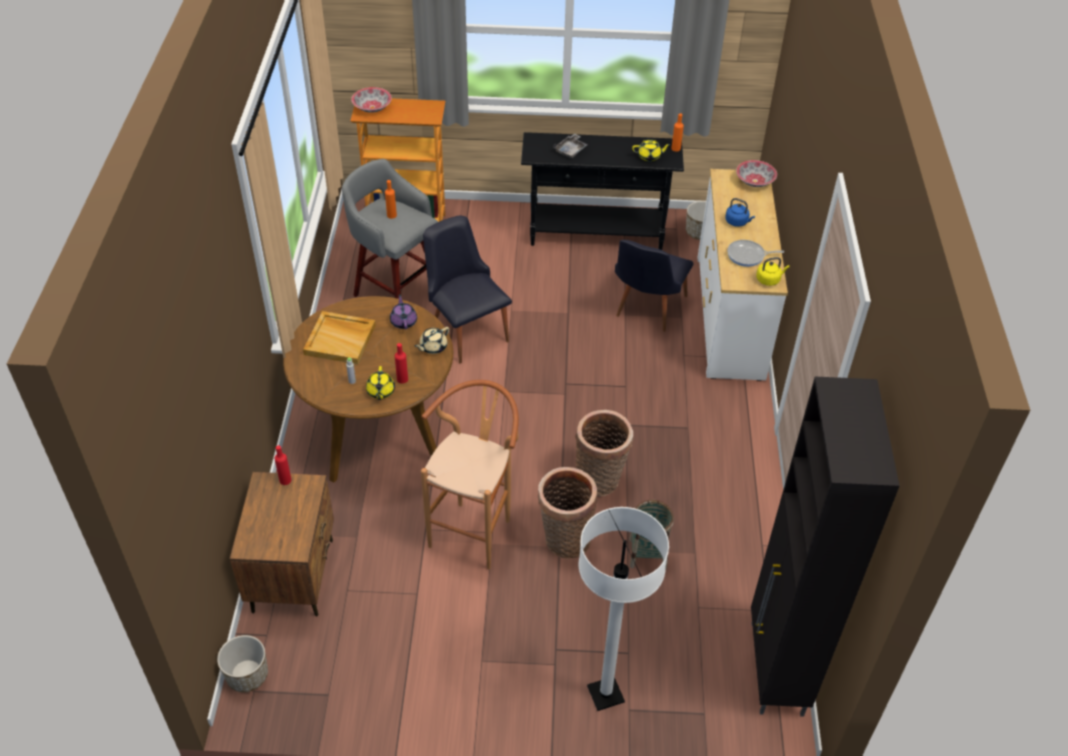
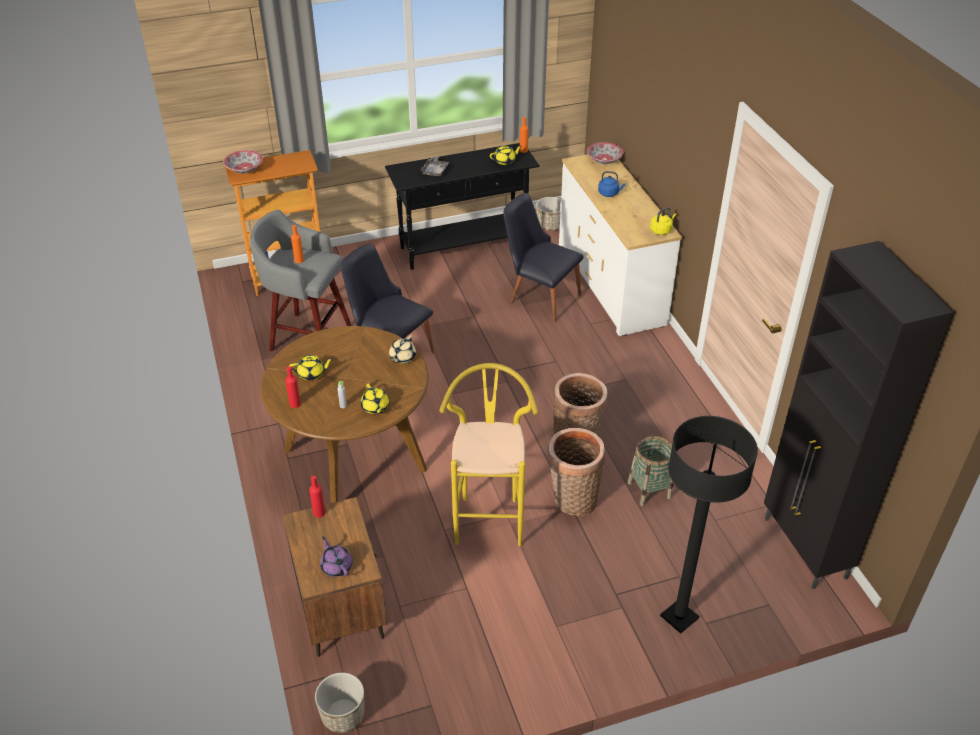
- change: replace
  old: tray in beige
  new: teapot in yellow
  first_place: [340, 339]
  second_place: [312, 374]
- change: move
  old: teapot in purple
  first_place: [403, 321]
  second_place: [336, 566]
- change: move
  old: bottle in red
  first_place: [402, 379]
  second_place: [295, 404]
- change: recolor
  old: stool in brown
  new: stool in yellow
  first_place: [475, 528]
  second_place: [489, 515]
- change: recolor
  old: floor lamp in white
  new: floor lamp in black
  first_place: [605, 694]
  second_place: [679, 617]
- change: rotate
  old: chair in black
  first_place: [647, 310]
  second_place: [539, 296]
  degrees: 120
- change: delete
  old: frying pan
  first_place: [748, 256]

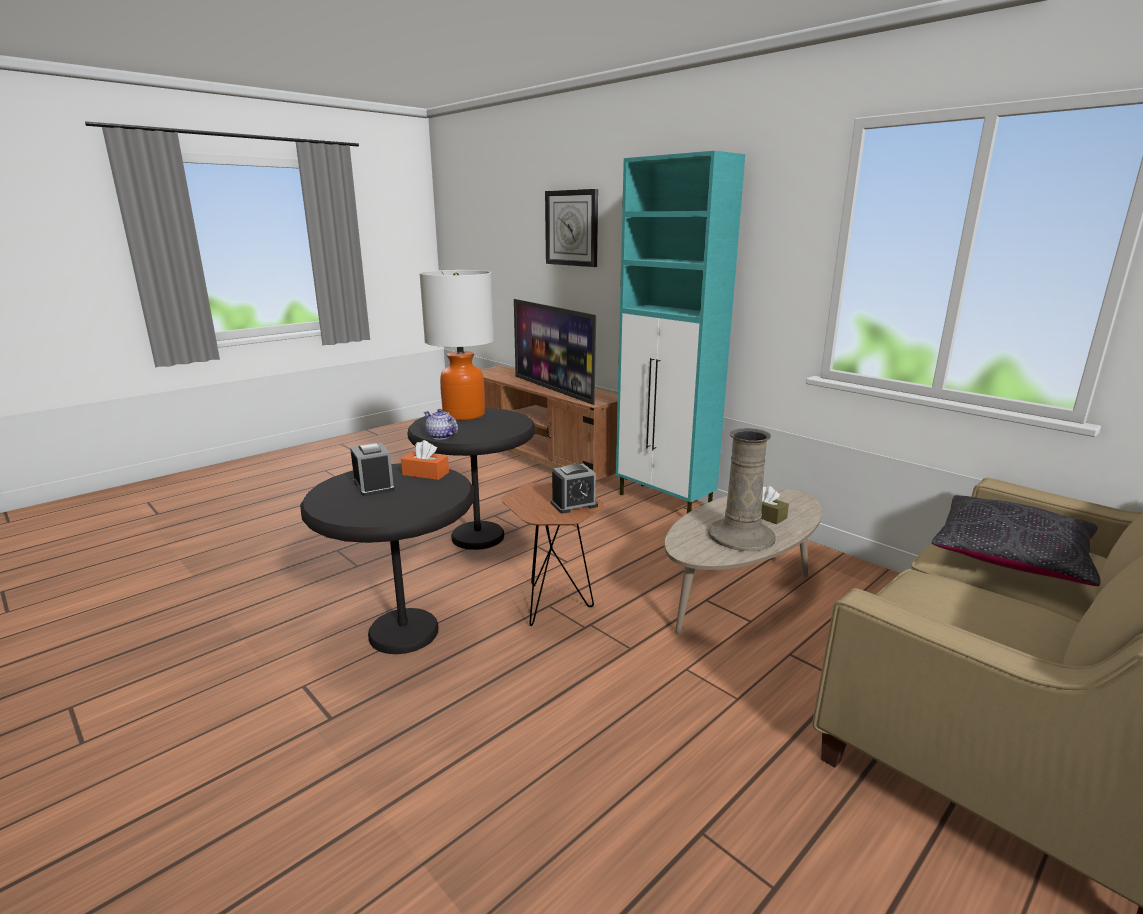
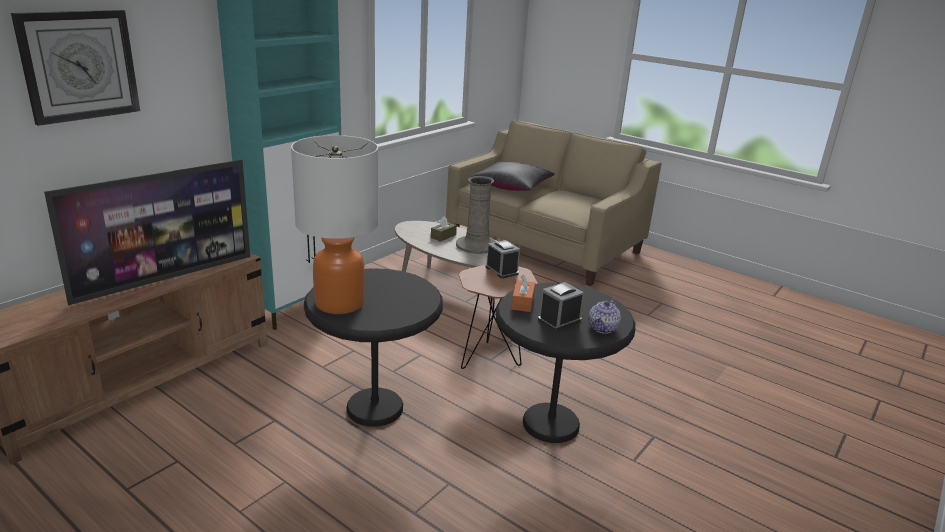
- change: move
  old: teapot
  first_place: [441, 436]
  second_place: [603, 328]

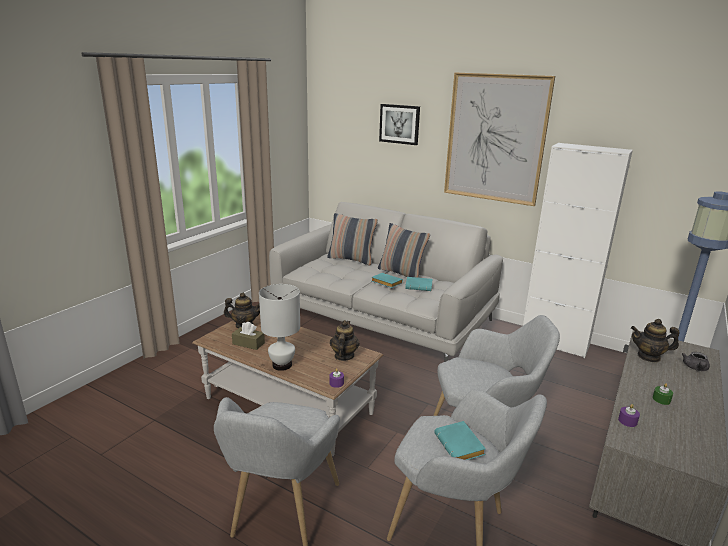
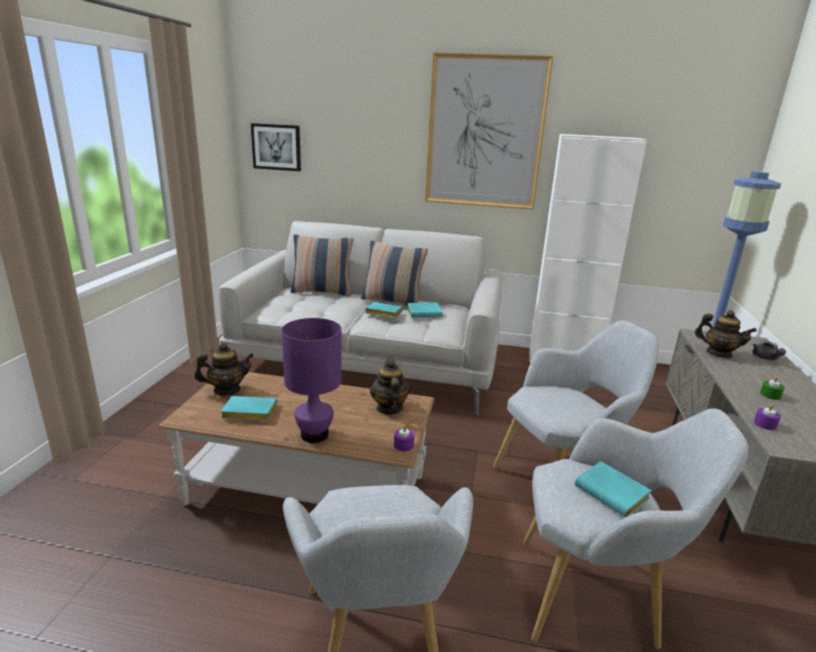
- change: replace
  old: tissue box in brown
  new: book in turquoise
  first_place: [248, 343]
  second_place: [248, 413]
- change: recolor
  old: table lamp in white
  new: table lamp in purple
  first_place: [282, 365]
  second_place: [314, 434]
- change: move
  old: picture
  first_place: [399, 124]
  second_place: [276, 147]
- change: rotate
  old: teapot
  first_place: [649, 356]
  second_place: [718, 353]
  degrees: -135

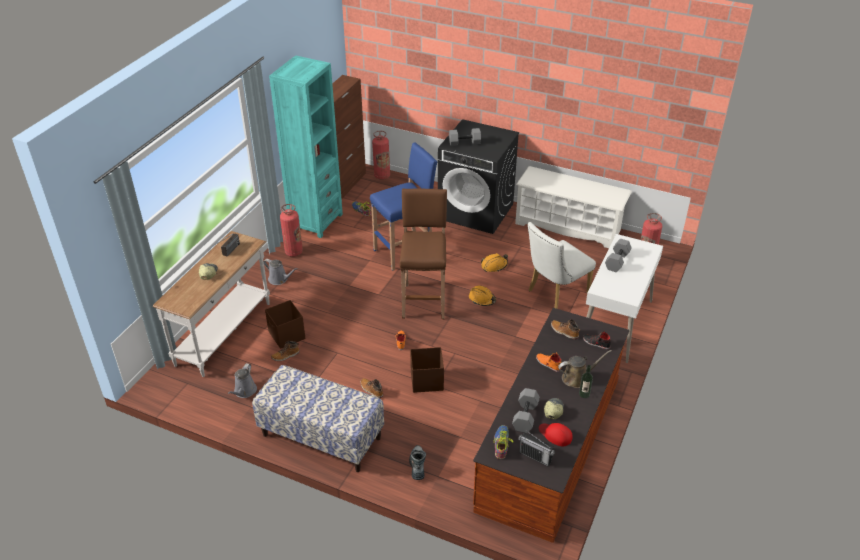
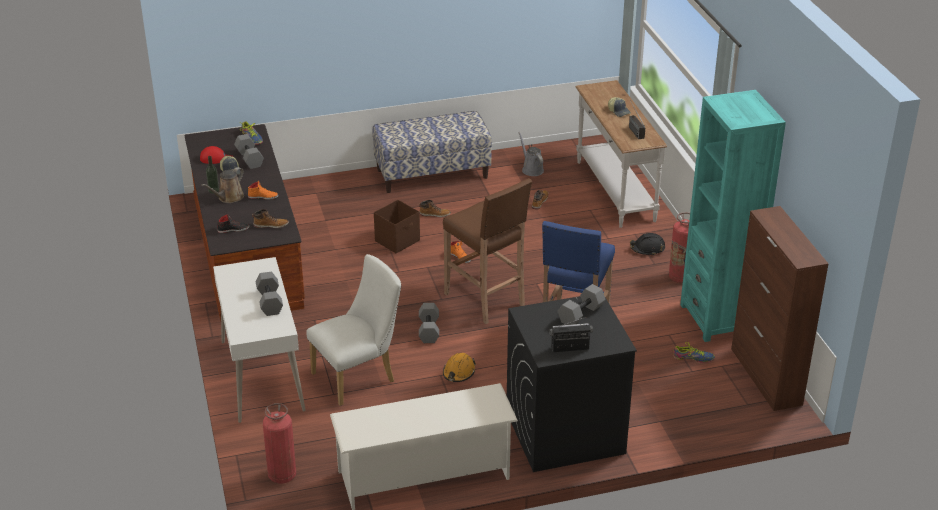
- change: replace
  old: watering can in grey
  new: hard hat in black
  first_place: [279, 279]
  second_place: [647, 249]
- change: delete
  old: storage box in brown
  first_place: [287, 336]
- change: delete
  old: fire extinguisher
  first_place: [382, 176]
- change: delete
  old: boot
  first_place: [417, 465]
- change: replace
  old: hard hat in orange
  new: dumbbell in grey
  first_place: [482, 299]
  second_place: [429, 330]
- change: move
  old: radio
  first_place: [535, 456]
  second_place: [570, 348]
- change: rotate
  old: chair in white
  first_place: [554, 293]
  second_place: [359, 376]
  degrees: 45

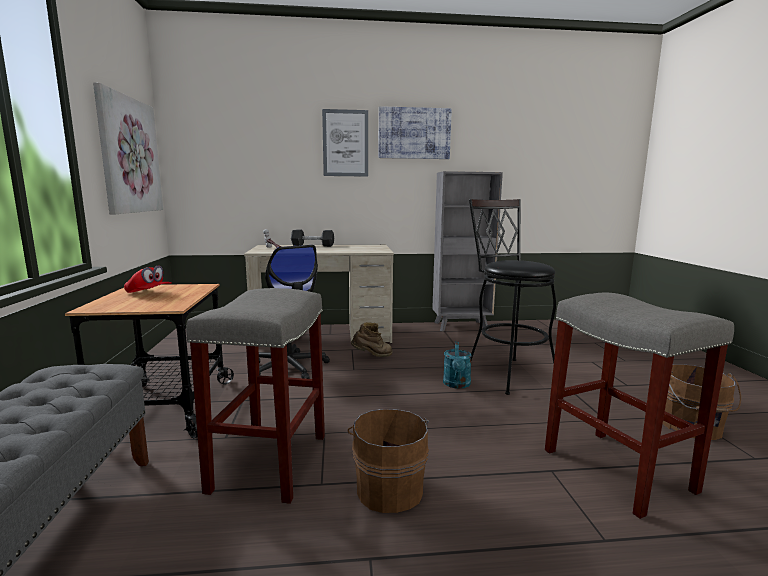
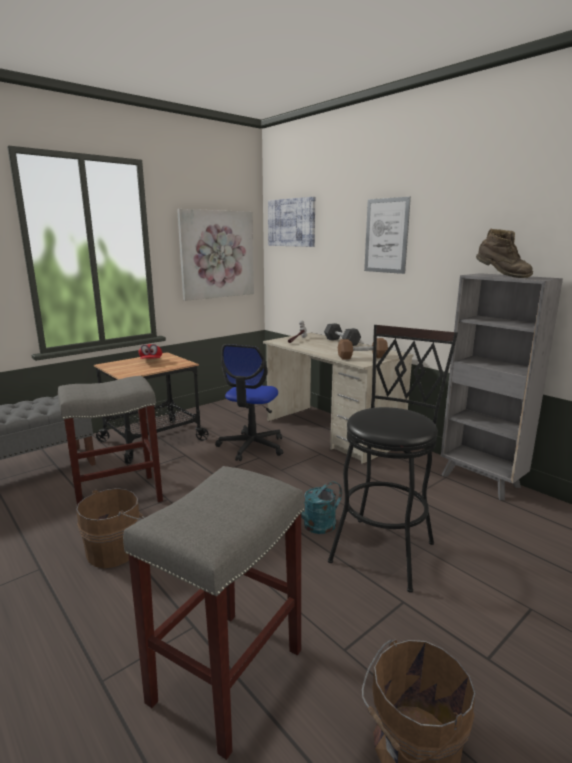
- change: move
  old: boot in brown
  first_place: [372, 356]
  second_place: [501, 276]
- change: move
  old: picture
  first_place: [414, 133]
  second_place: [291, 222]
- change: insert
  new: dumbbell in brown
  second_place: [362, 357]

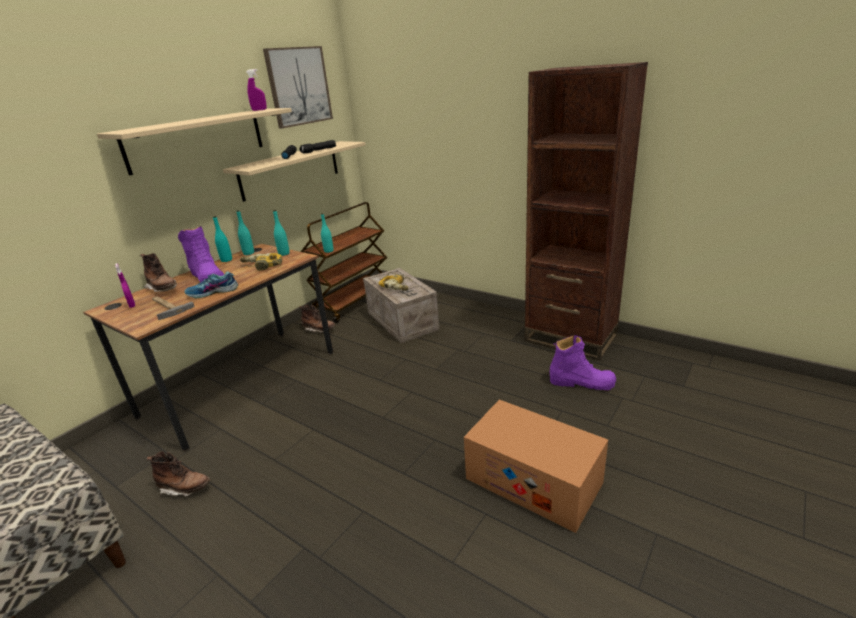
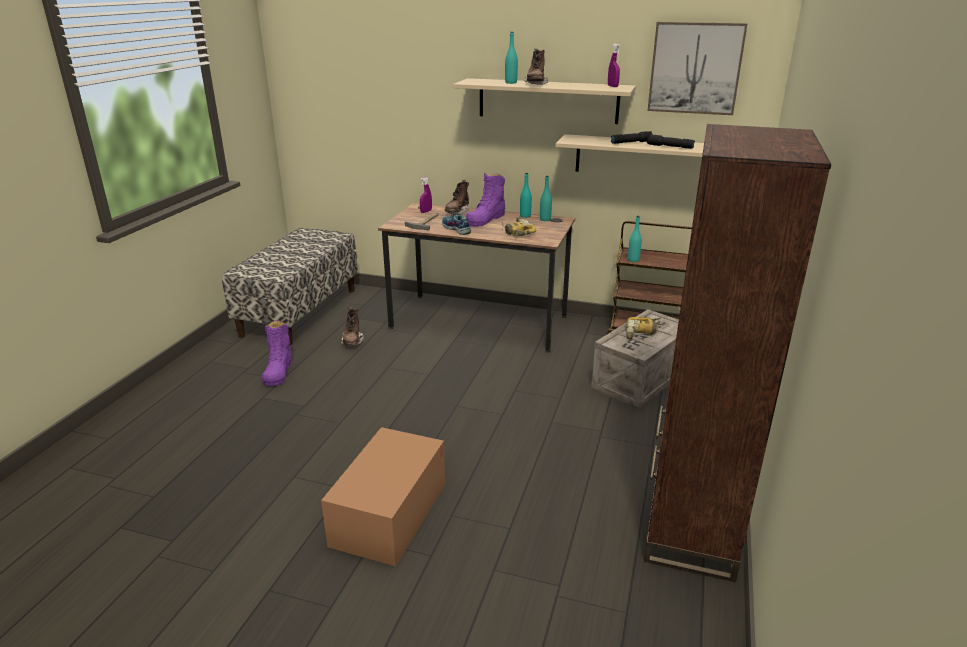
- change: move
  old: bottle in turquoise
  first_place: [284, 254]
  second_place: [511, 82]
- change: move
  old: boot in brown
  first_place: [319, 330]
  second_place: [535, 84]
- change: move
  old: boot in purple
  first_place: [581, 382]
  second_place: [278, 371]

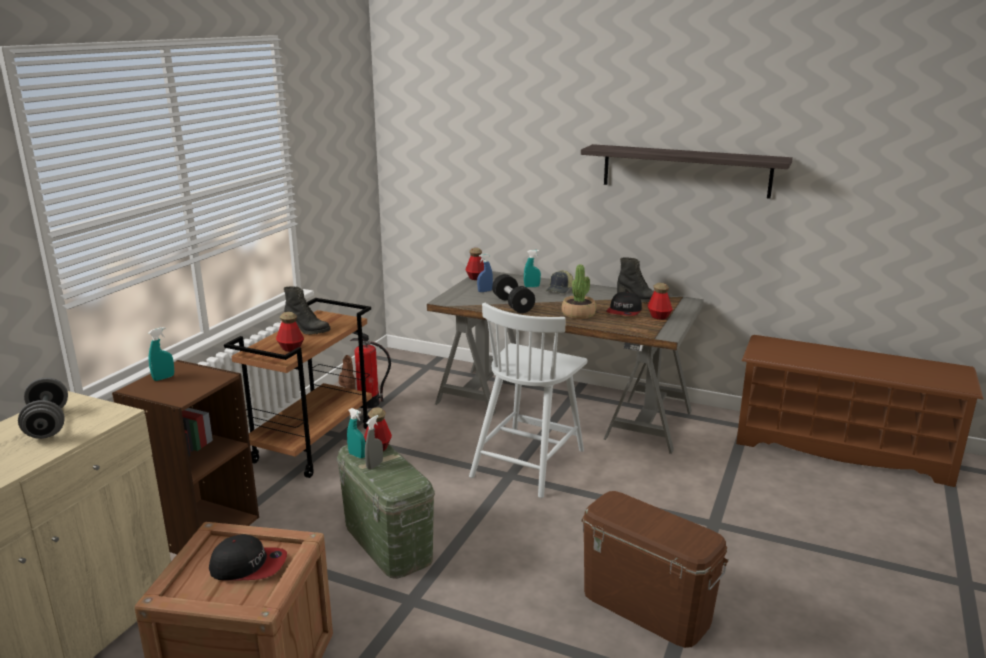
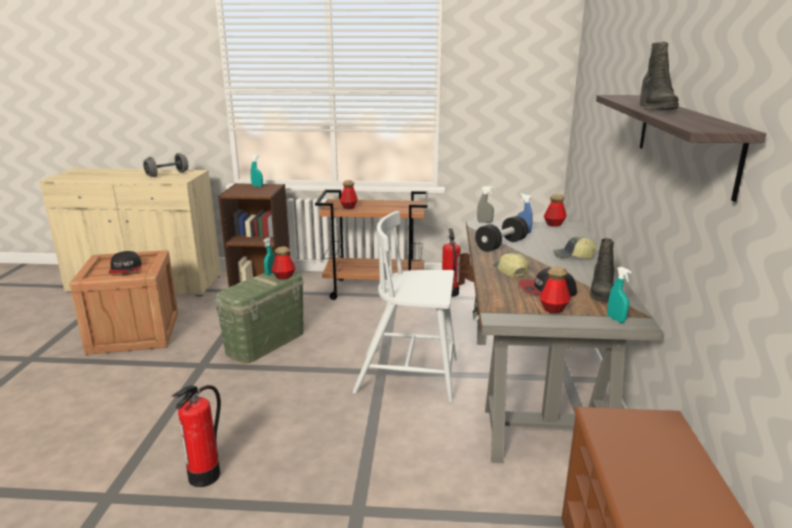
- change: move
  old: boot in black
  first_place: [307, 330]
  second_place: [655, 109]
- change: move
  old: spray bottle in grey
  first_place: [374, 465]
  second_place: [484, 222]
- change: move
  old: spray bottle in turquoise
  first_place: [532, 286]
  second_place: [616, 319]
- change: replace
  old: potted plant
  new: cap
  first_place: [578, 314]
  second_place: [509, 271]
- change: replace
  old: storage box in brown
  new: fire extinguisher
  first_place: [646, 606]
  second_place: [205, 476]

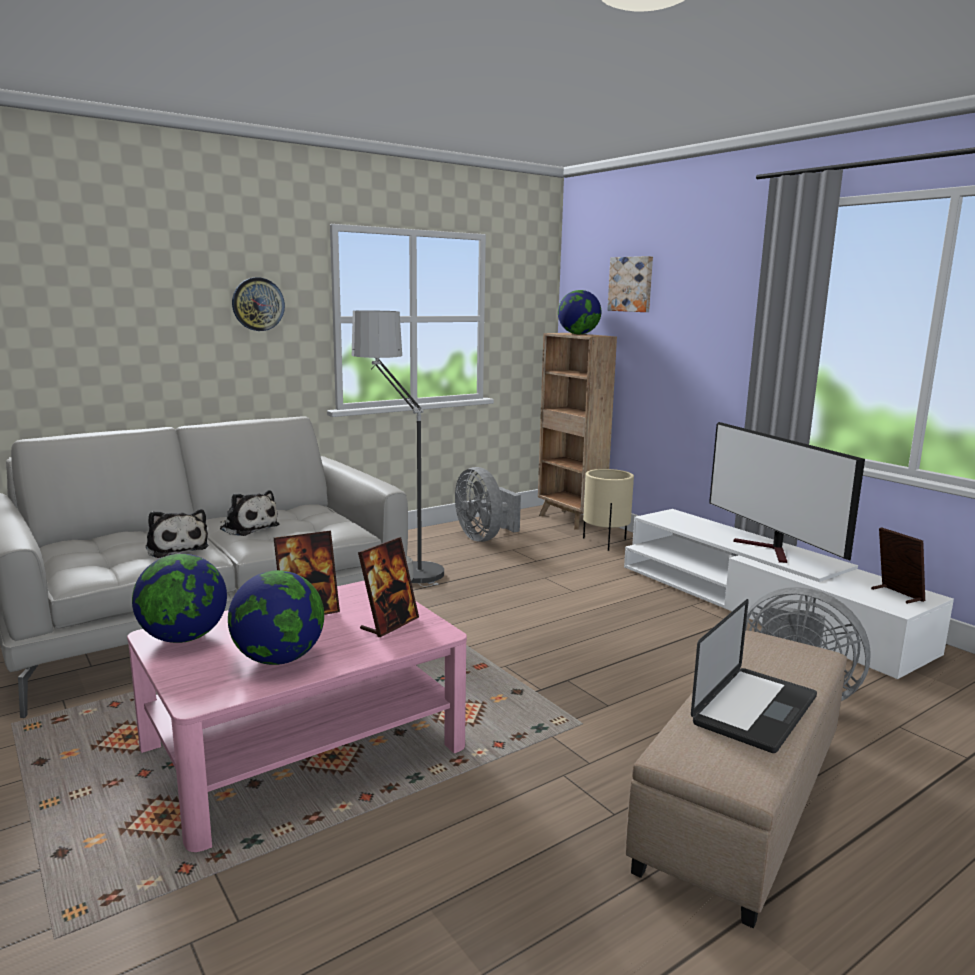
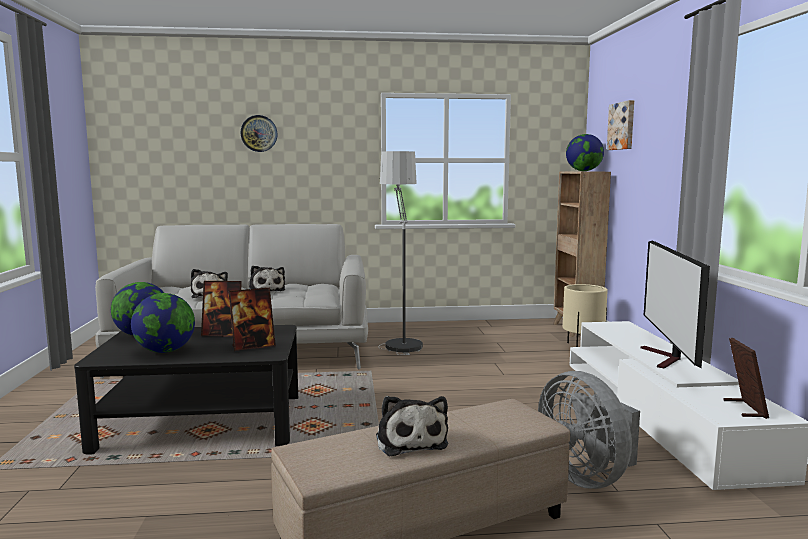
- change: recolor
  old: coffee table in pink
  new: coffee table in black
  first_place: [304, 746]
  second_place: [202, 421]
- change: move
  old: wall clock
  first_place: [258, 304]
  second_place: [259, 133]
- change: delete
  old: fan in grey
  first_place: [484, 537]
- change: replace
  old: laptop
  new: plush toy
  first_place: [754, 710]
  second_place: [410, 441]

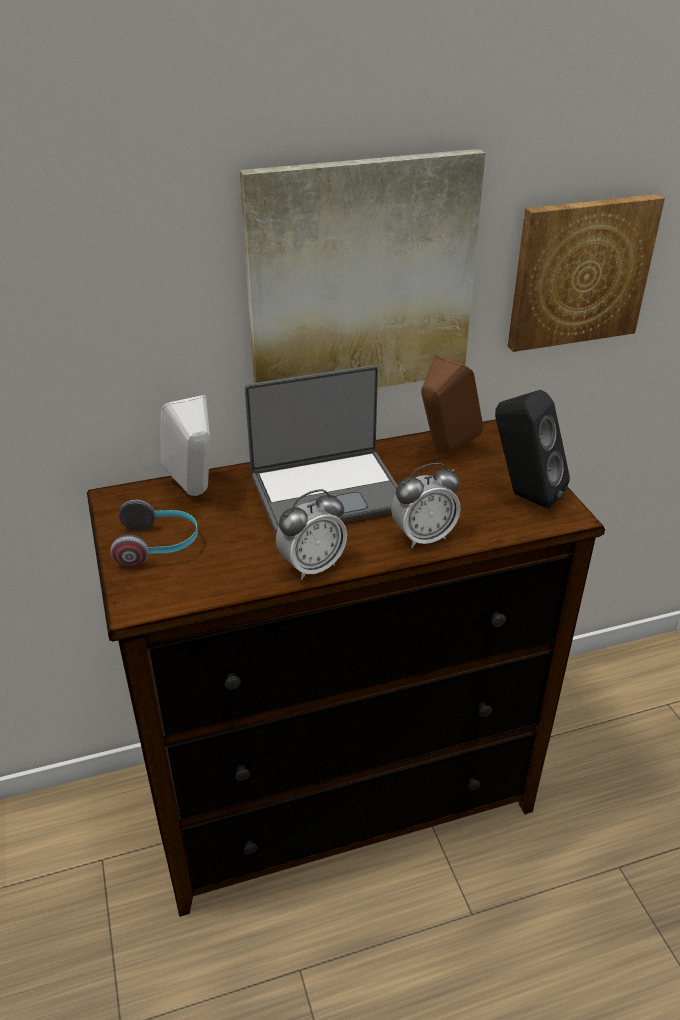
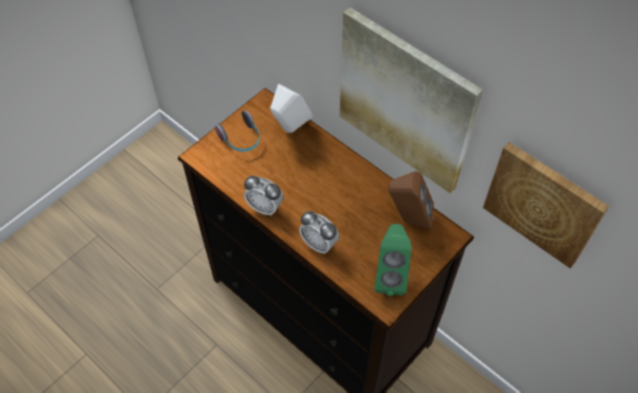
- change: delete
  old: laptop
  first_place: [327, 492]
- change: recolor
  old: speaker in black
  new: speaker in green
  first_place: [523, 496]
  second_place: [390, 276]

